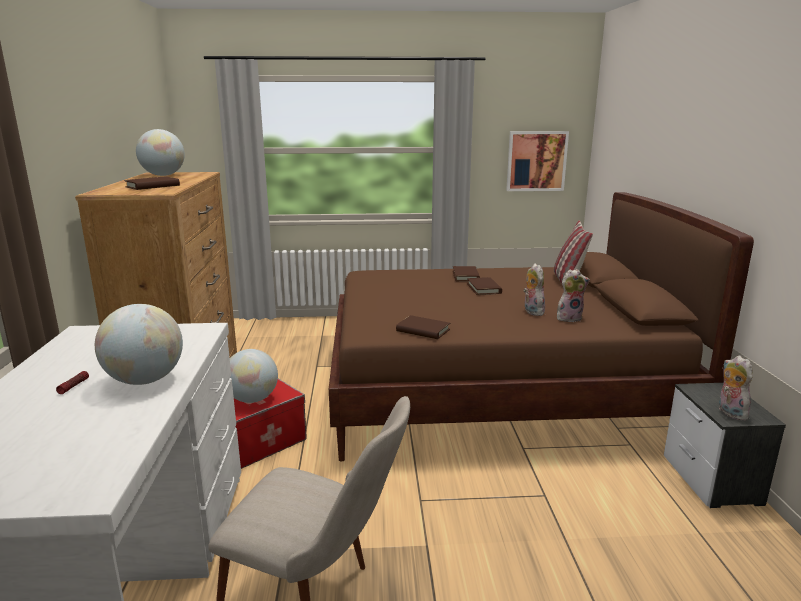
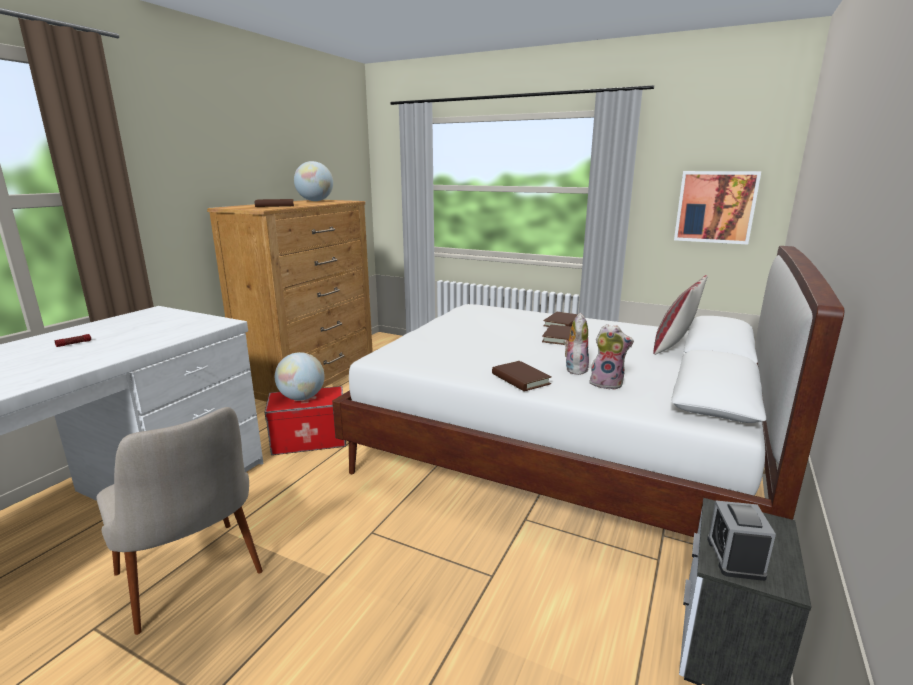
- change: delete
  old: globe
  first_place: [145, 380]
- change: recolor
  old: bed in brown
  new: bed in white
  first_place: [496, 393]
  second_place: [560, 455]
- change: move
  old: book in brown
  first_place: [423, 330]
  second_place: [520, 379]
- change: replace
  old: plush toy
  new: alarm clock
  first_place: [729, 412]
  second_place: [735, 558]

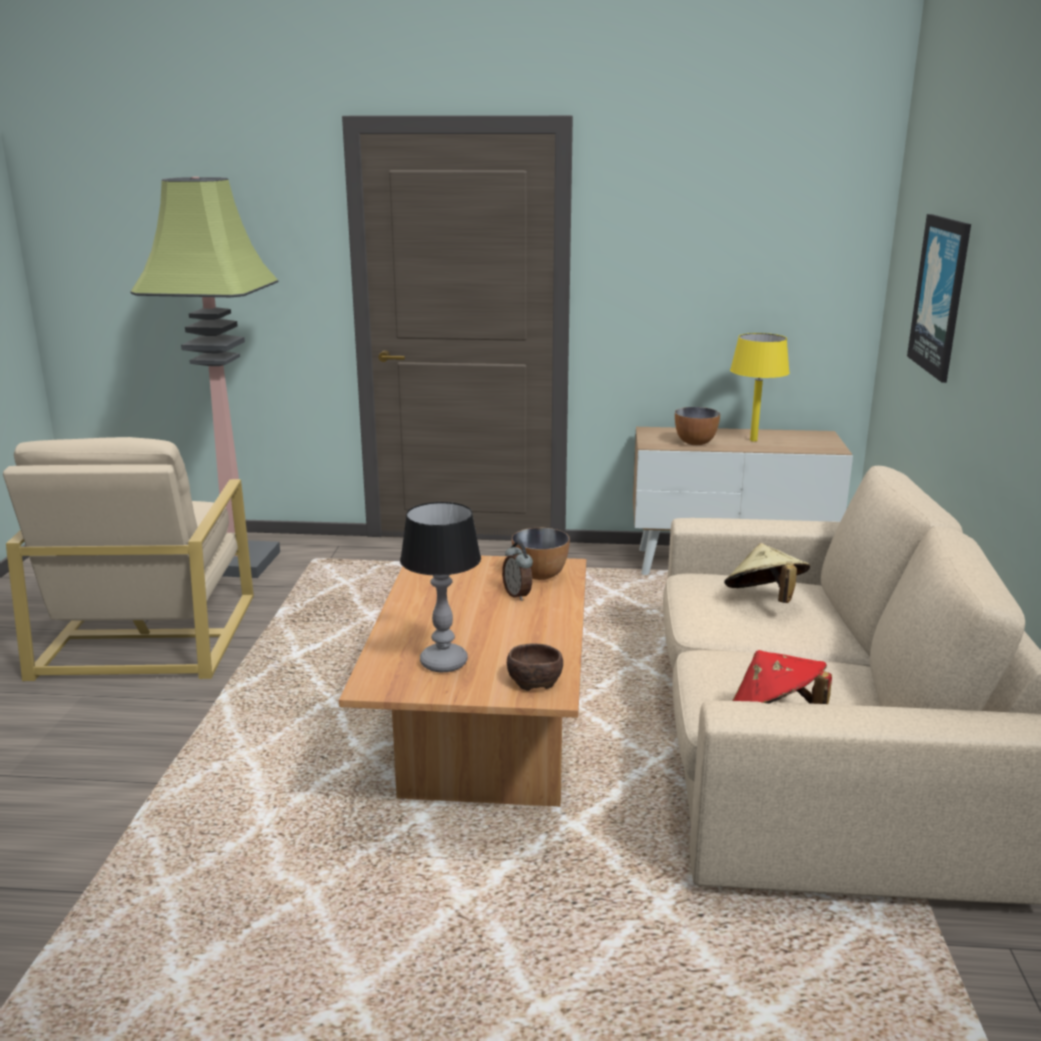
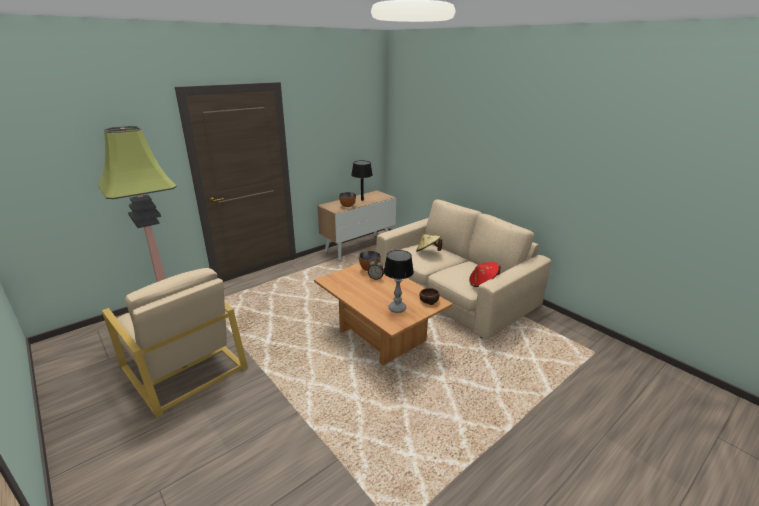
- change: recolor
  old: table lamp in yellow
  new: table lamp in black
  first_place: [753, 440]
  second_place: [362, 200]
- change: delete
  old: picture
  first_place: [941, 295]

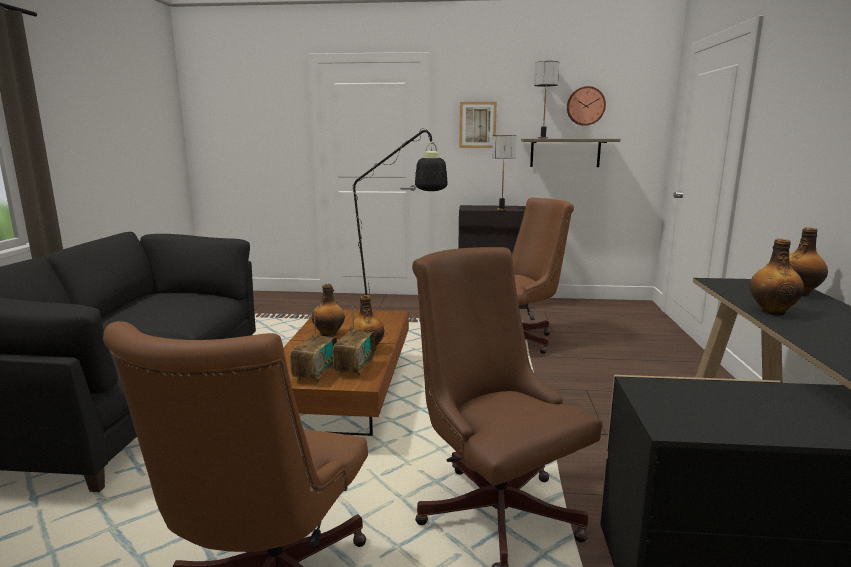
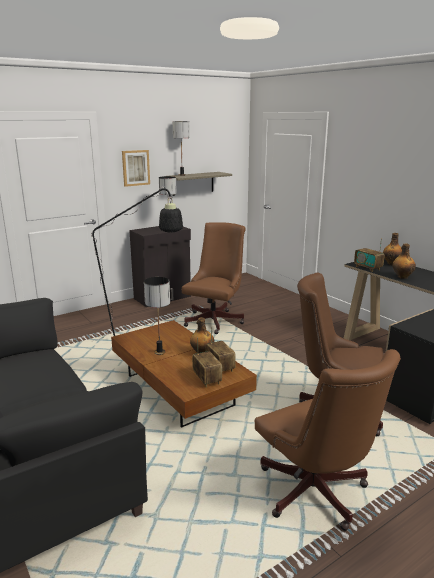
- change: replace
  old: bottle
  new: table lamp
  first_place: [329, 334]
  second_place: [160, 352]
- change: delete
  old: wall clock
  first_place: [585, 106]
- change: insert
  new: radio
  second_place: [368, 268]

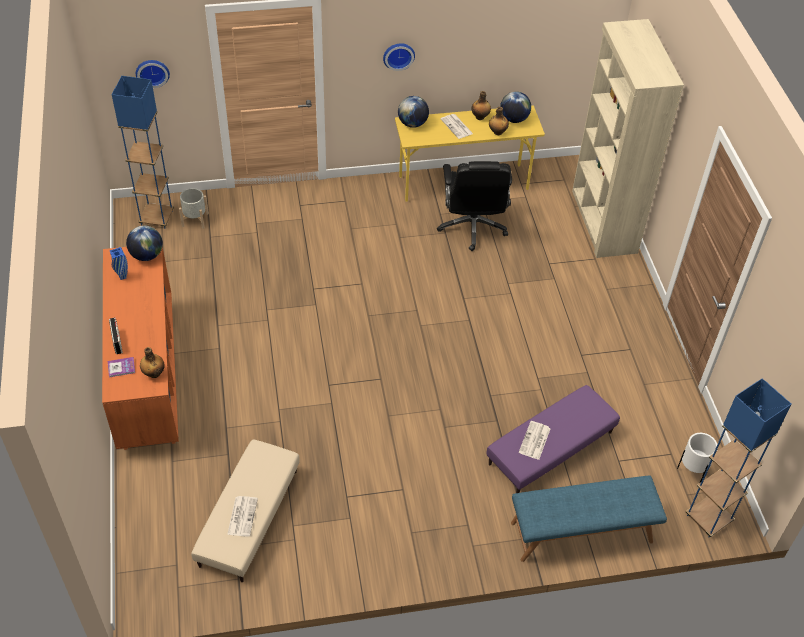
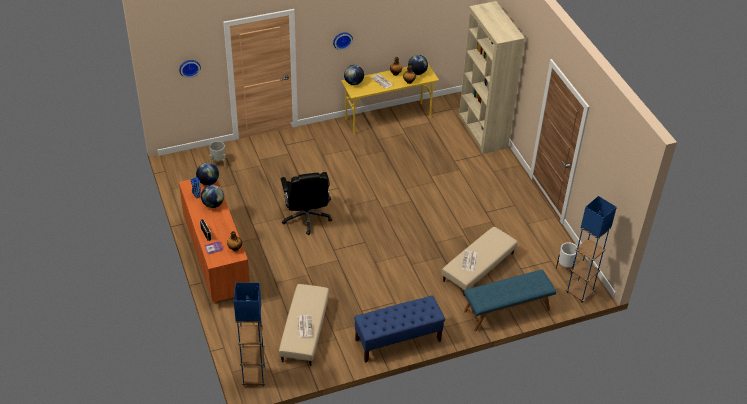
- change: move
  old: floor lamp in blue
  first_place: [156, 218]
  second_place: [254, 377]
- change: move
  old: office chair in black
  first_place: [472, 227]
  second_place: [306, 218]
- change: recolor
  old: ottoman in purple
  new: ottoman in beige
  first_place: [551, 448]
  second_place: [478, 267]
- change: insert
  new: globe
  second_place: [213, 204]
- change: insert
  new: bench in blue
  second_place: [397, 340]

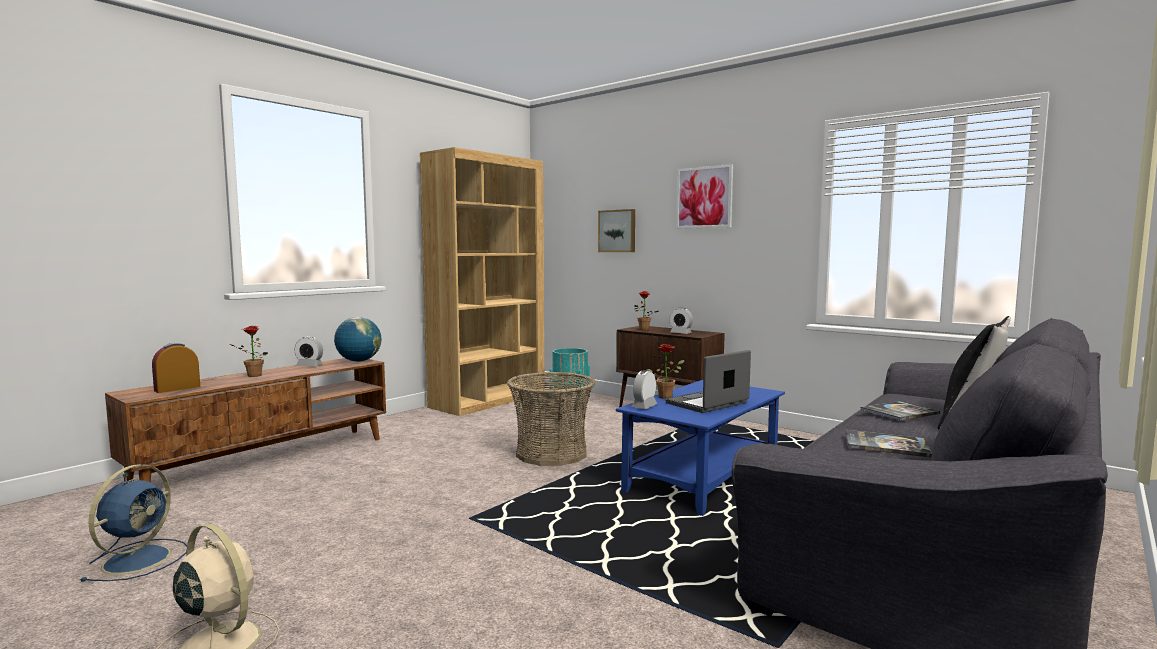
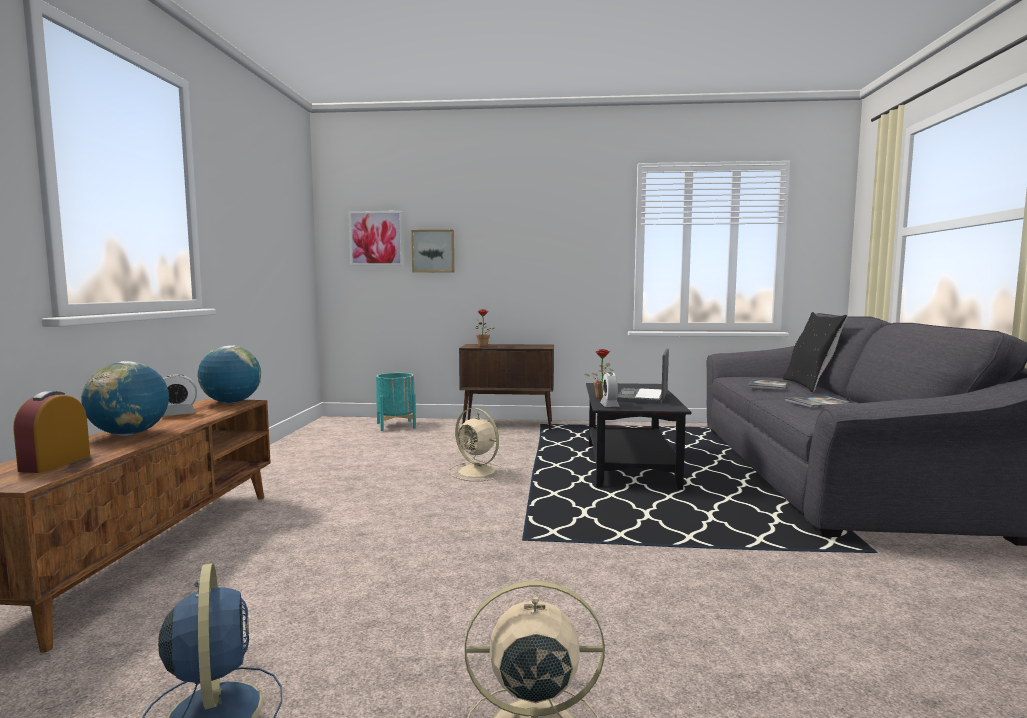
- change: replace
  old: potted plant
  new: globe
  first_place: [251, 376]
  second_place: [129, 434]
- change: delete
  old: bookcase in brown
  first_place: [488, 400]
- change: replace
  old: basket
  new: fan in beige
  first_place: [551, 453]
  second_place: [478, 472]
- change: recolor
  old: coffee table in blue
  new: coffee table in black
  first_place: [703, 479]
  second_place: [630, 466]
- change: delete
  old: alarm clock
  first_place: [680, 333]
- change: move
  old: picture
  first_place: [704, 197]
  second_place: [376, 238]

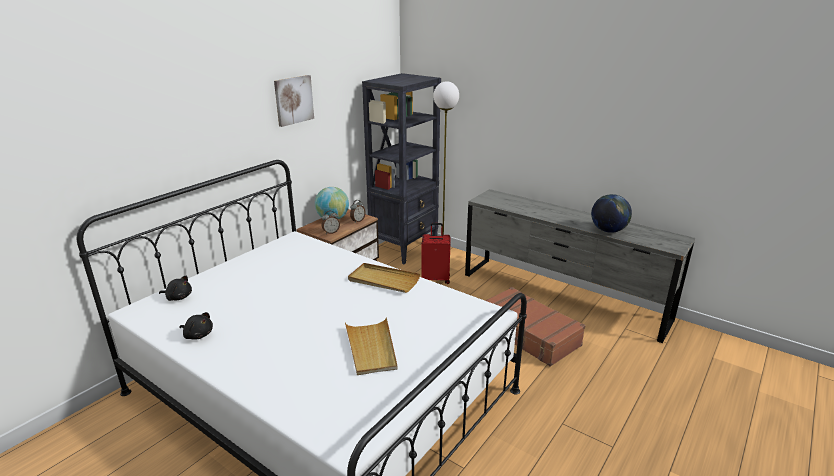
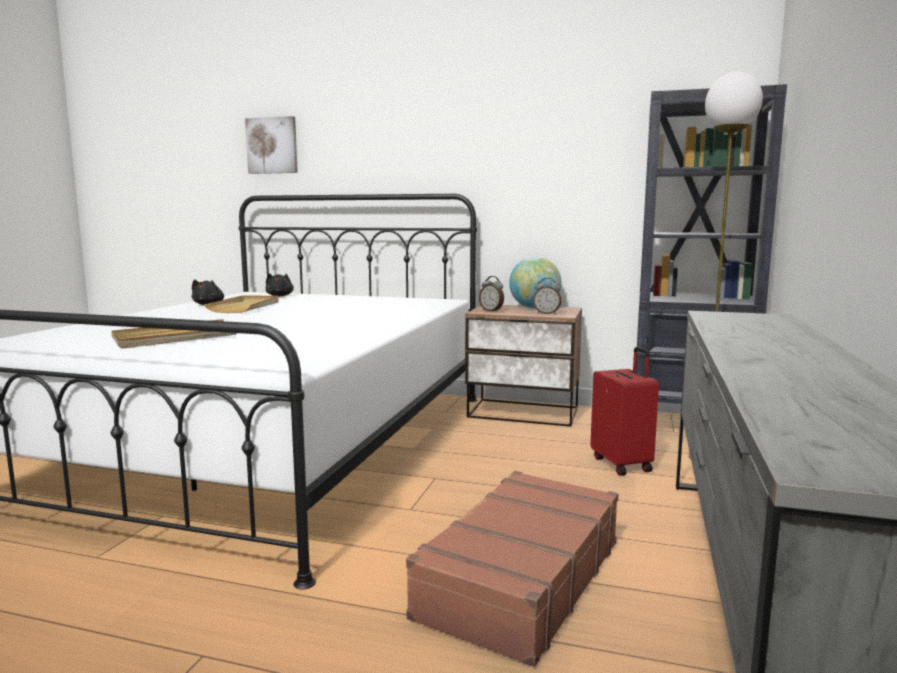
- change: move
  old: picture
  first_place: [293, 100]
  second_place: [272, 145]
- change: move
  old: tray in beige
  first_place: [383, 280]
  second_place: [245, 307]
- change: delete
  old: globe
  first_place: [608, 231]

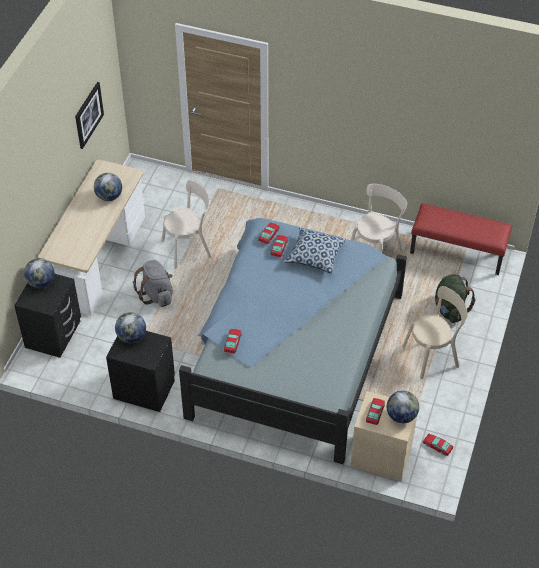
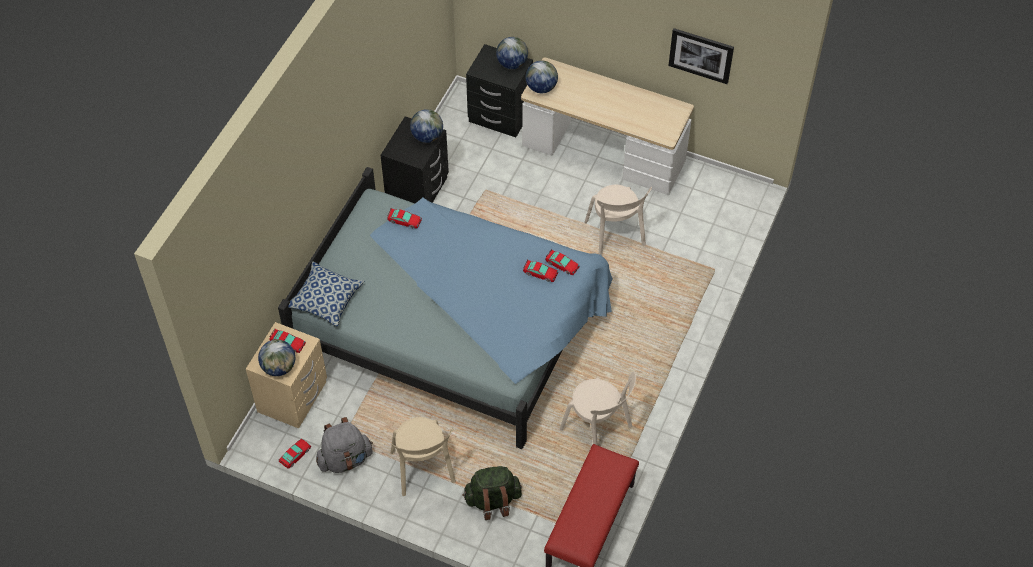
- change: move
  old: globe
  first_place: [109, 197]
  second_place: [541, 88]
- change: move
  old: backpack in grey
  first_place: [156, 294]
  second_place: [345, 459]
- change: move
  old: pillow
  first_place: [314, 256]
  second_place: [326, 299]

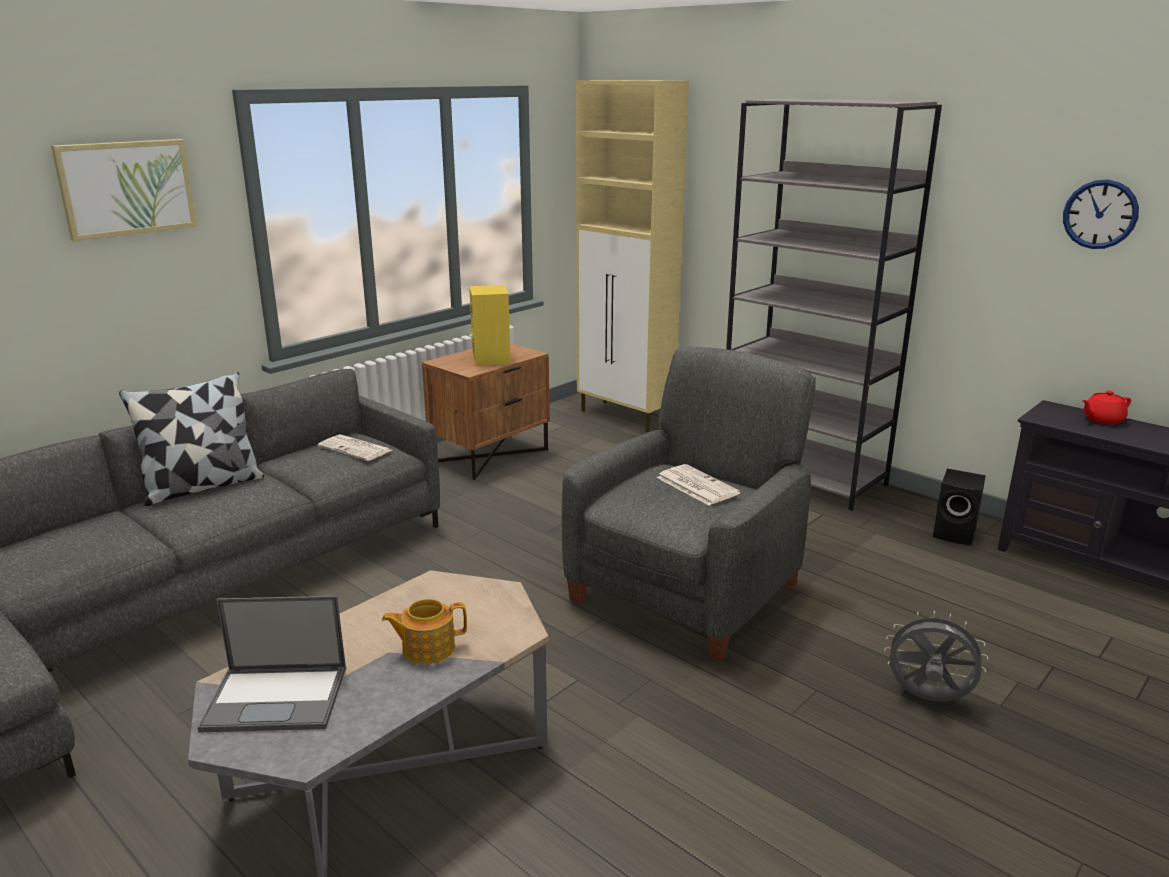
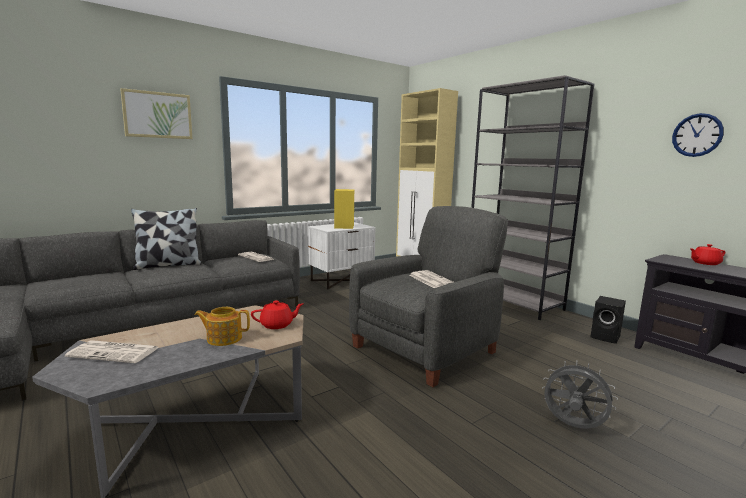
- change: replace
  old: laptop
  new: newspaper
  first_place: [278, 698]
  second_place: [115, 352]
- change: recolor
  old: nightstand in brown
  new: nightstand in white
  first_place: [490, 455]
  second_place: [341, 280]
- change: insert
  new: teapot in red
  second_place: [277, 325]

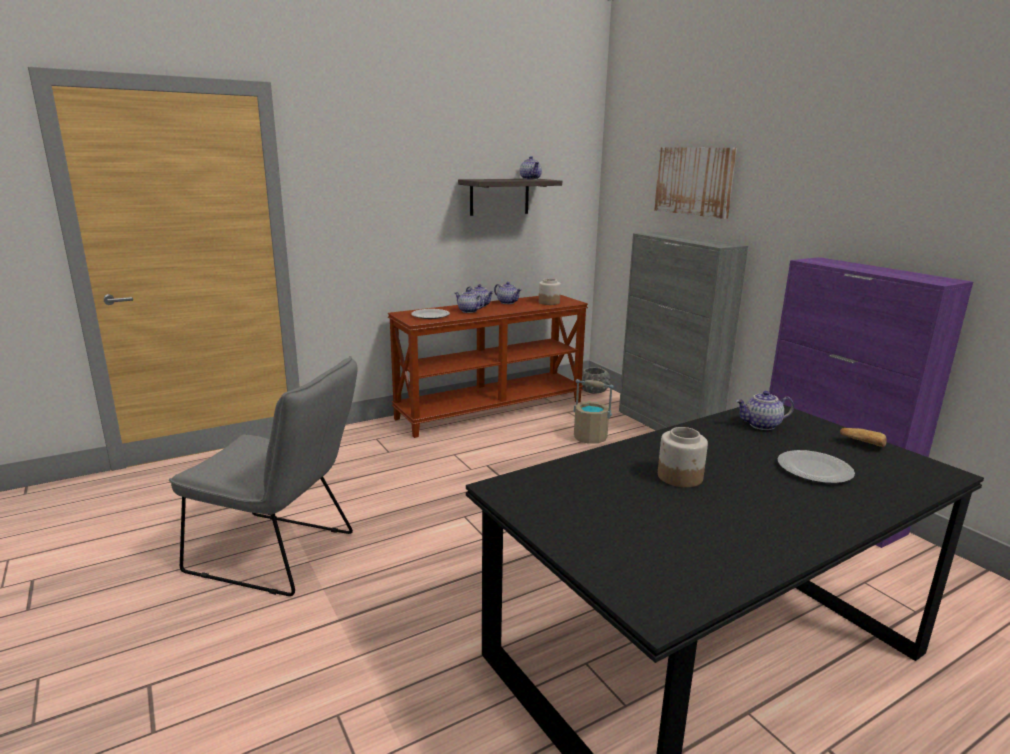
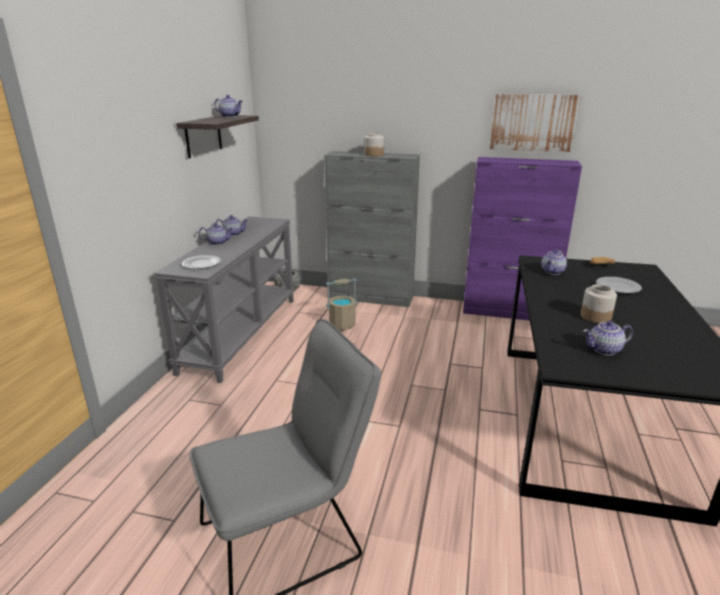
- change: recolor
  old: console table in brown
  new: console table in grey
  first_place: [490, 409]
  second_place: [240, 333]
- change: move
  old: teapot
  first_place: [468, 311]
  second_place: [604, 350]
- change: move
  old: jar
  first_place: [549, 302]
  second_place: [374, 155]
- change: move
  old: picture
  first_place: [694, 181]
  second_place: [533, 122]

